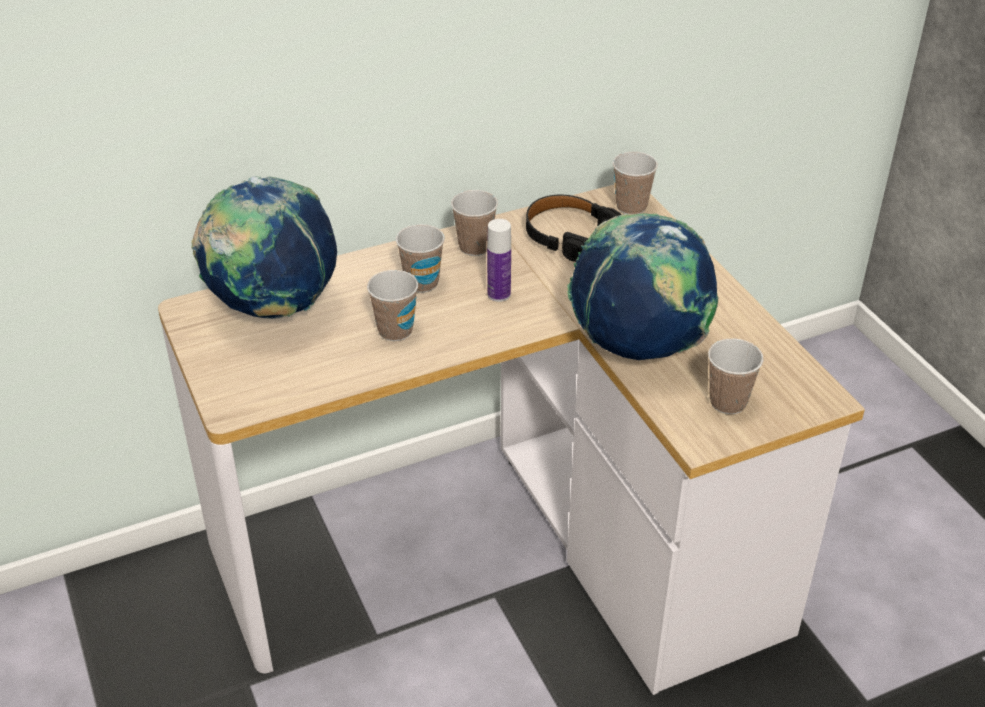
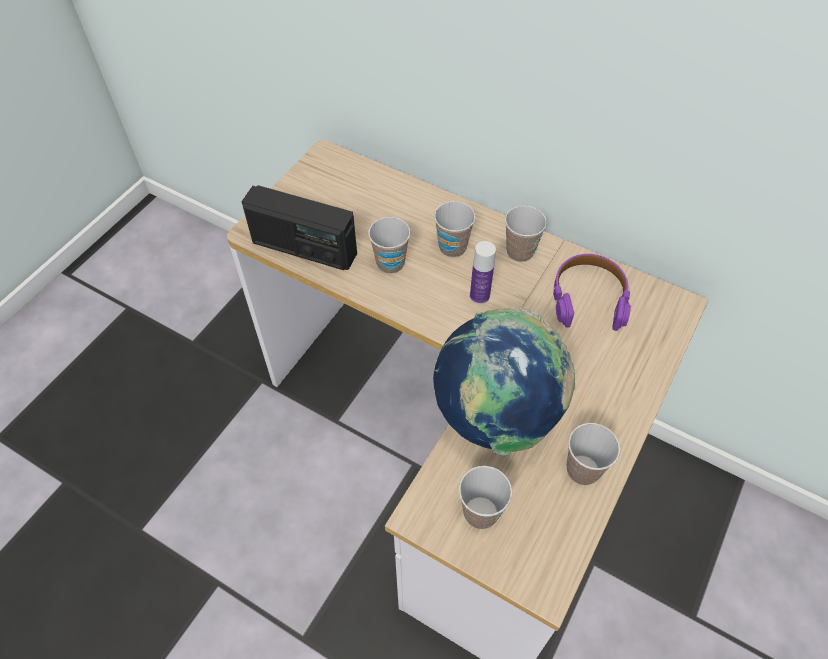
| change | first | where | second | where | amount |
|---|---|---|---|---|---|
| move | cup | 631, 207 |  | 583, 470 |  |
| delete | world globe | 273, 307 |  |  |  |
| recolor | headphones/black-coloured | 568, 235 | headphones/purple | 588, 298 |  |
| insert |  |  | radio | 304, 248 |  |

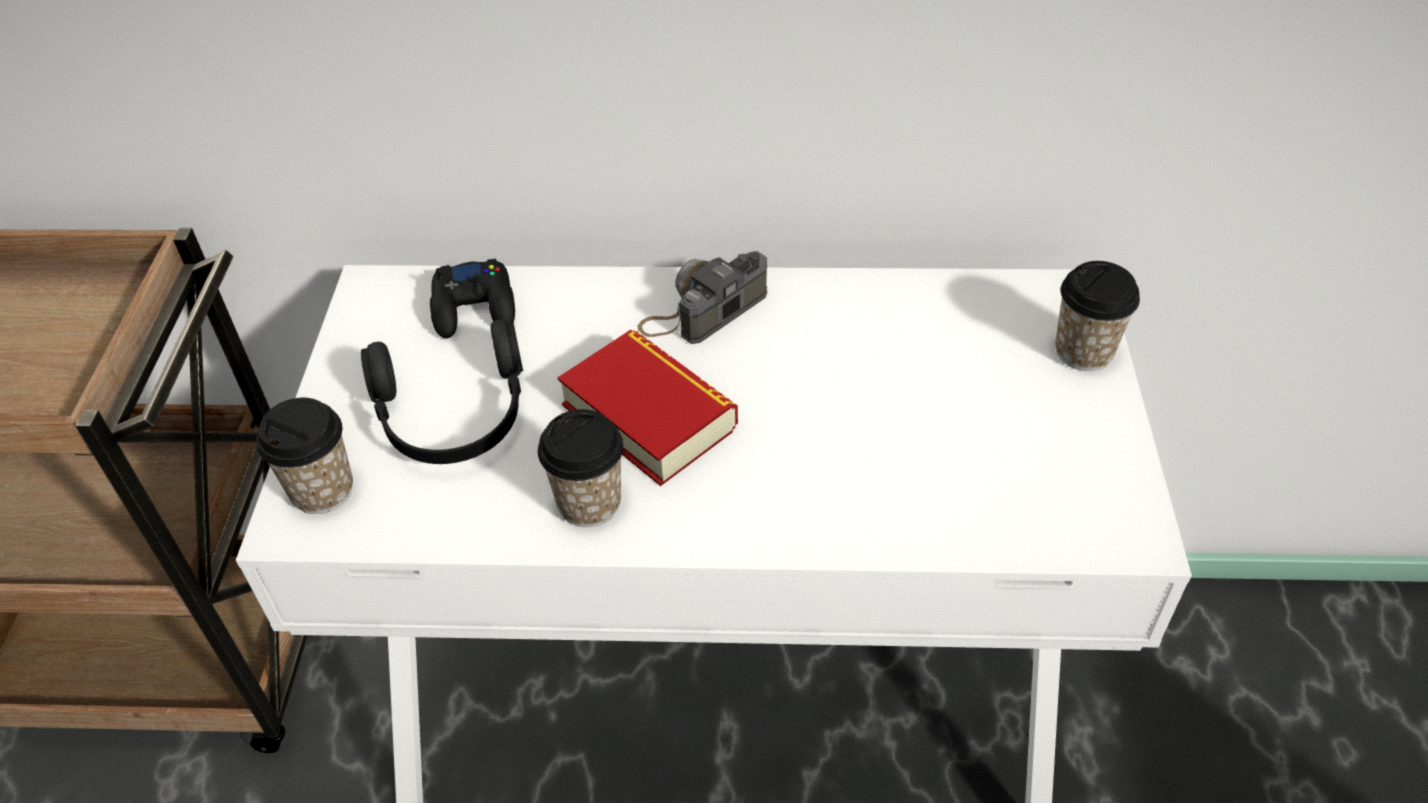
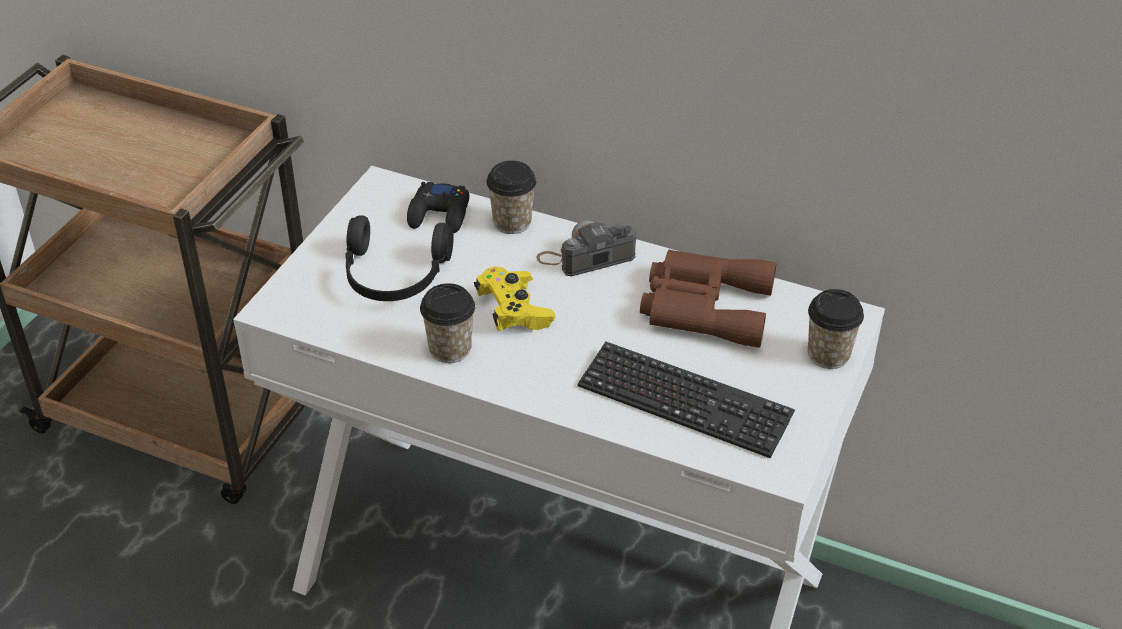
| change | first | where | second | where | amount |
|---|---|---|---|---|---|
| replace | book | 649, 416 | gamepad/yellow | 514, 311 |  |
| move | cup | 322, 490 |  | 512, 222 |  |
| insert |  |  | binoculars/brownish | 703, 306 |  |
| insert |  |  | keyboard | 684, 402 |  |

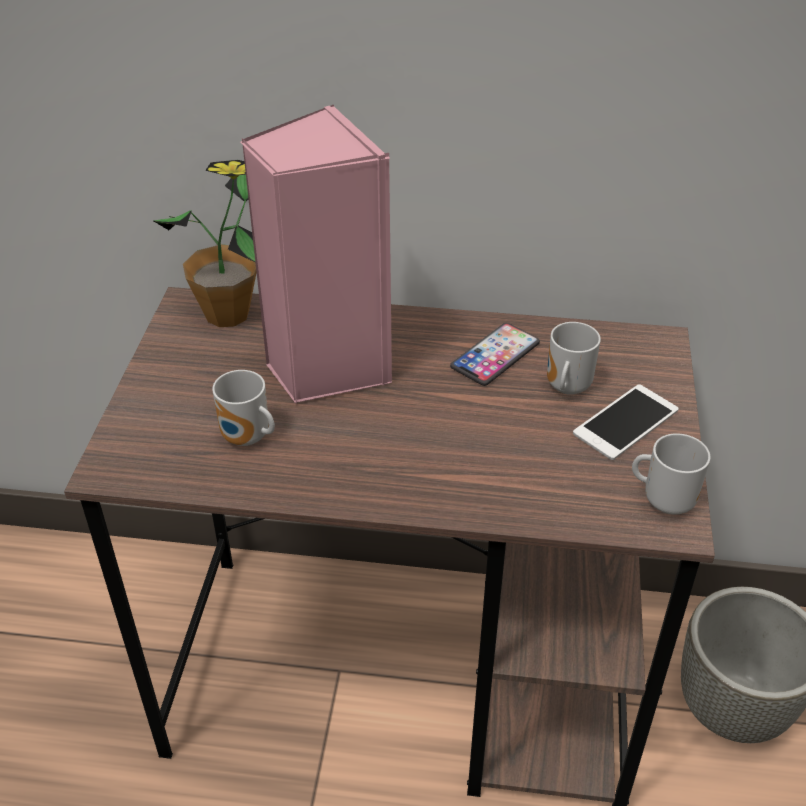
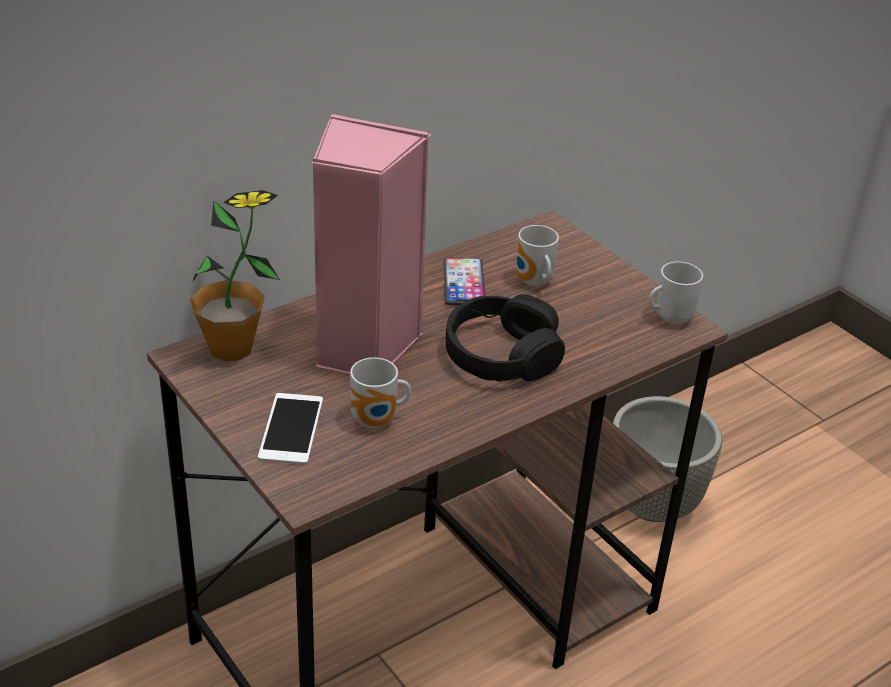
| change | first | where | second | where | amount |
|---|---|---|---|---|---|
| move | telephone | 626, 422 |  | 291, 429 |  |
| insert |  |  | headphones/black-coloured | 502, 355 |  |

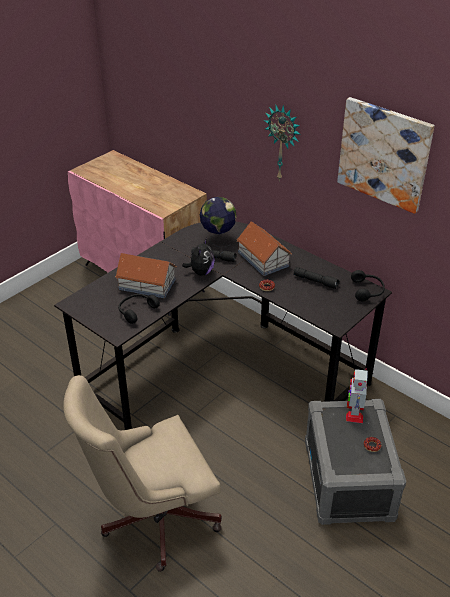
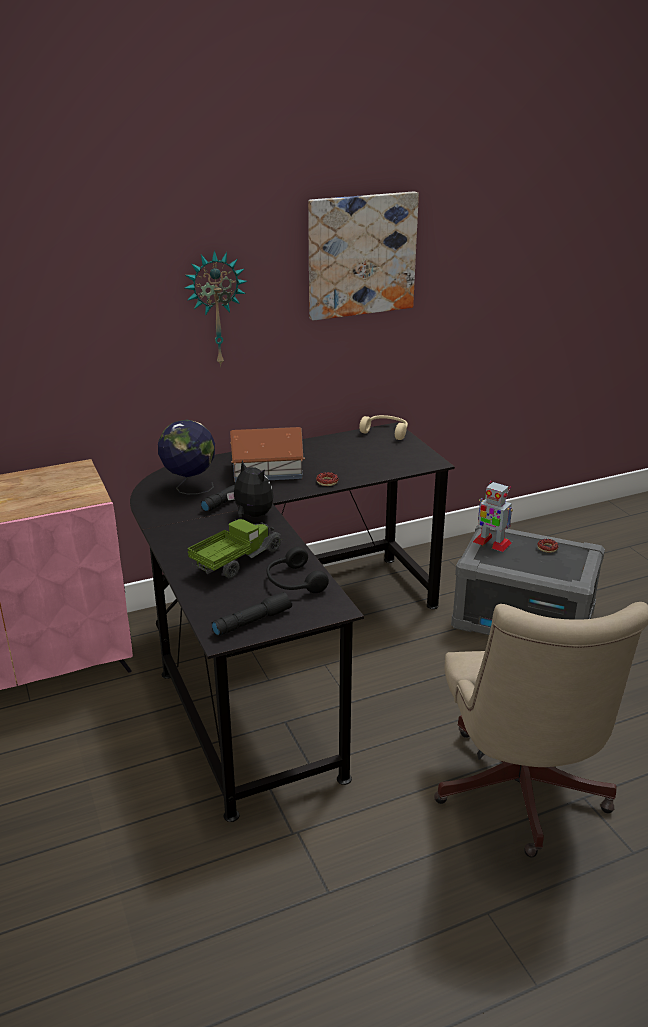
| change | first | where | second | where | amount |
|---|---|---|---|---|---|
| replace | toy house | 146, 284 | toy lorry | 236, 561 |  |
| move | hand torch/black-coloured | 316, 281 |  | 252, 621 |  |
| recolor | headphones/black-coloured | 367, 290 | headphones/sand-coloured | 386, 432 |  |

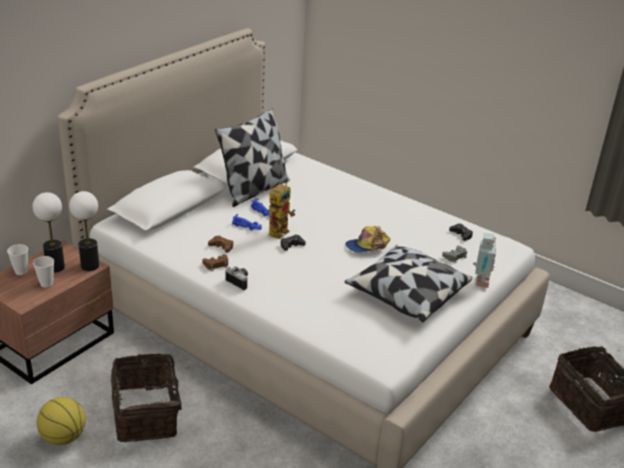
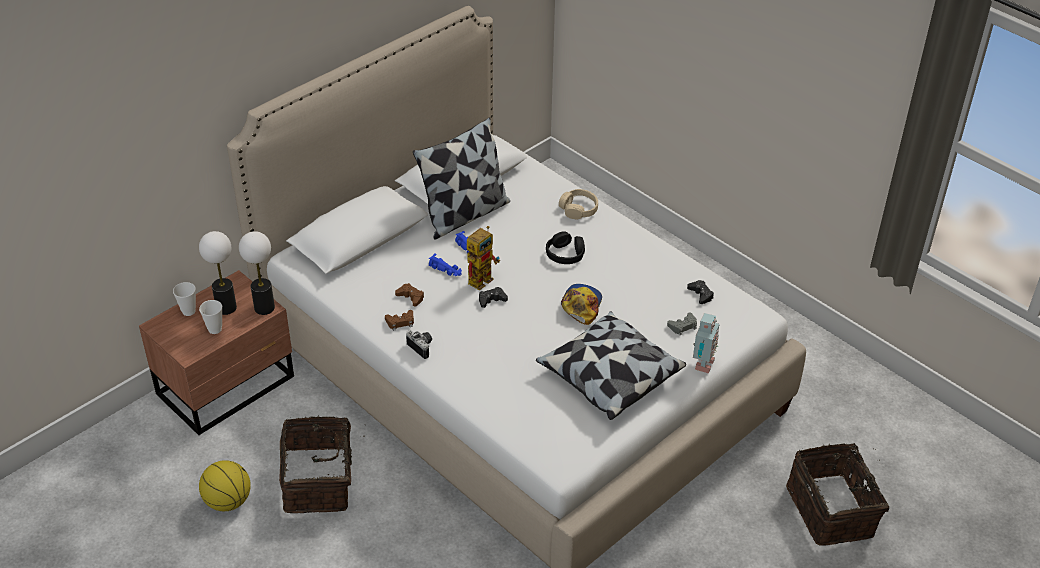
| change | first | where | second | where | amount |
|---|---|---|---|---|---|
| rotate | baseball cap | 367, 246 |  | 581, 305 | 120 degrees clockwise |
| insert |  |  | headphones/sand-coloured | 578, 209 |  |
| insert |  |  | headphones/black-coloured | 565, 254 |  |

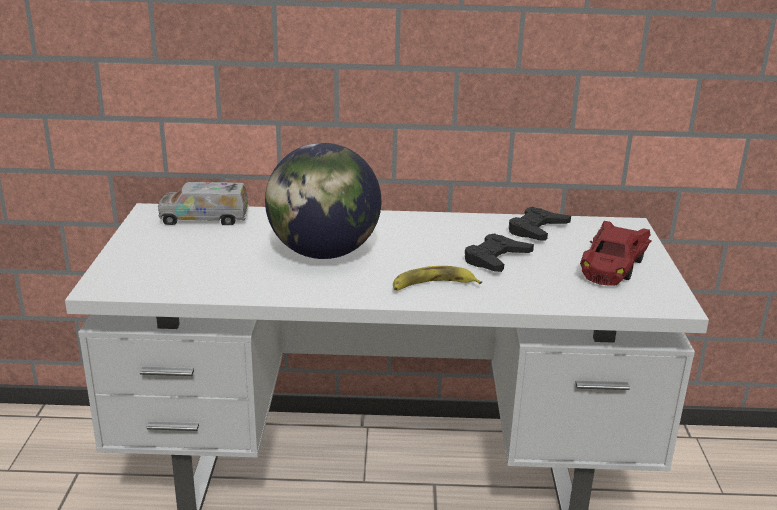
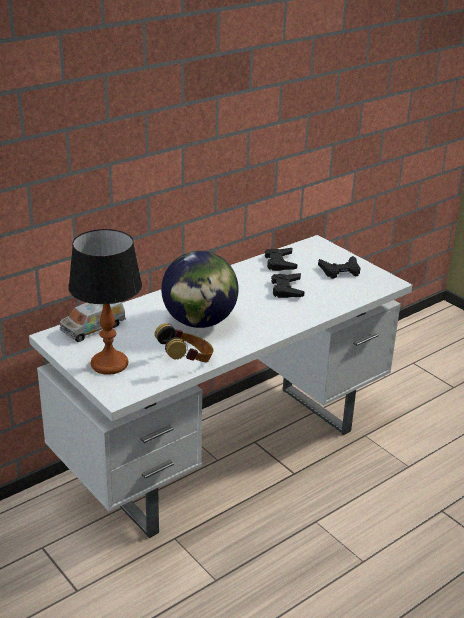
| change | first | where | second | where | amount |
|---|---|---|---|---|---|
| replace | model car/red | 611, 265 | gamepad/black-coloured | 340, 271 |  |
| delete | banana fruit | 432, 286 |  |  |  |
| insert |  |  | lamp for a table | 109, 364 |  |
| insert |  |  | headphones | 186, 361 |  |

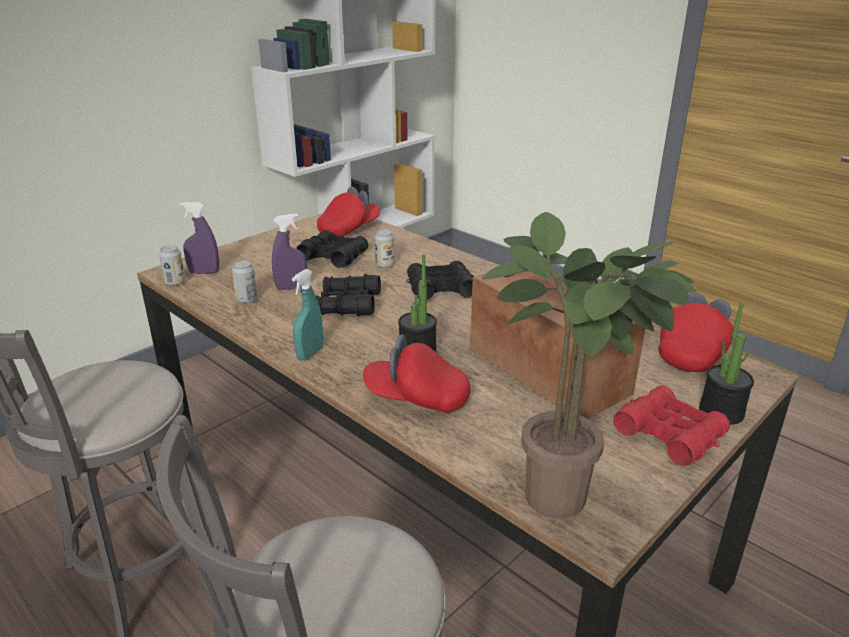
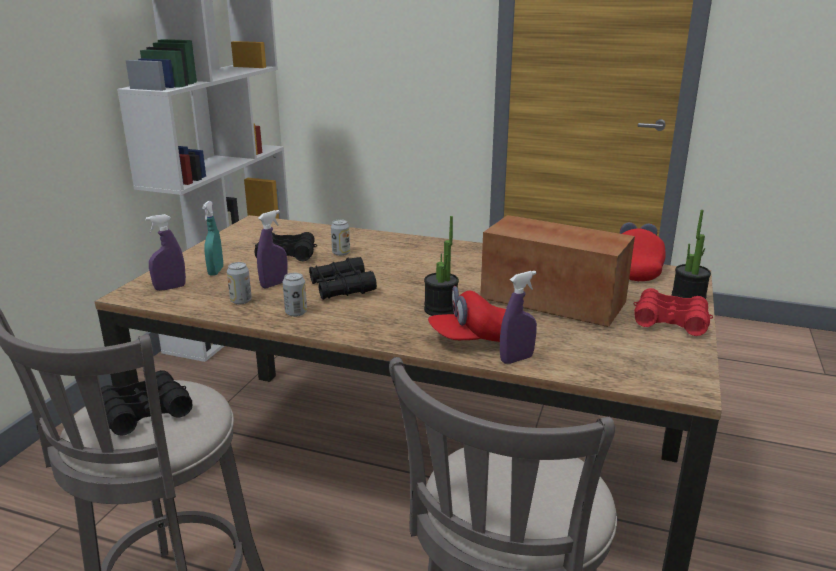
| change | first | where | second | where | amount |
|---|---|---|---|---|---|
| delete | baseball cap/red | 349, 229 |  |  |  |
| delete | houseplant | 567, 499 |  |  |  |
| move | sealed can | 175, 282 |  | 296, 313 |  |
| move | binoculars/black-coloured | 440, 289 |  | 145, 412 |  |
| move | hand sprayer/turquoise | 310, 354 |  | 216, 271 |  |
| insert |  |  | hand sprayer/purple | 516, 359 |  |

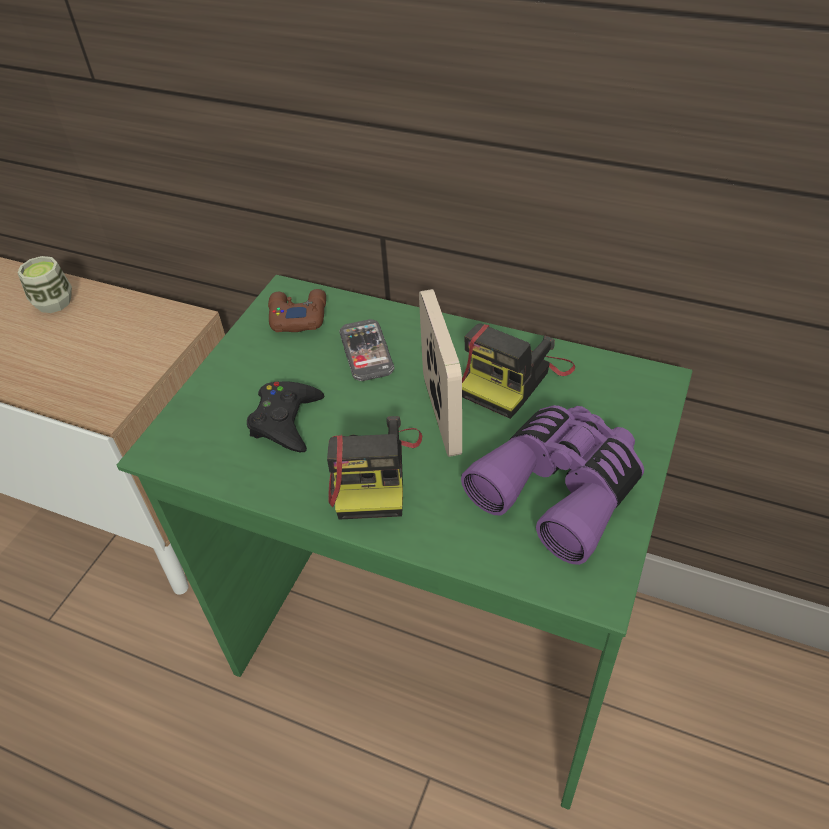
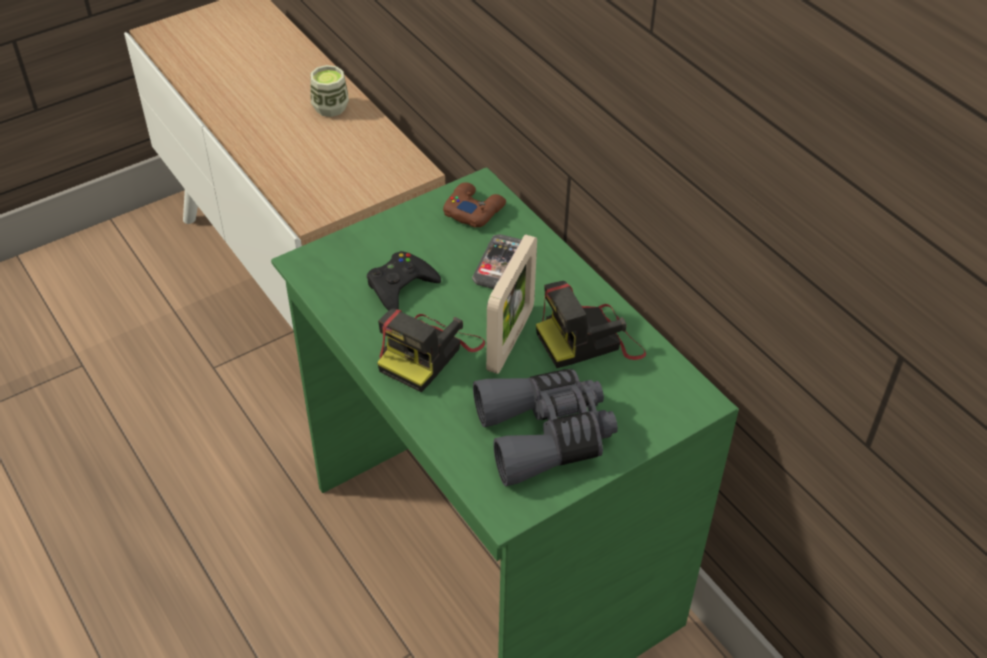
| change | first | where | second | where | amount |
|---|---|---|---|---|---|
| recolor | binoculars/purple | 560, 488 | binoculars/gray | 545, 434 |  |

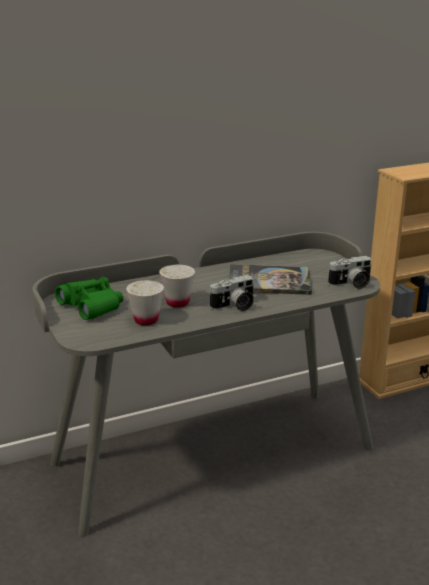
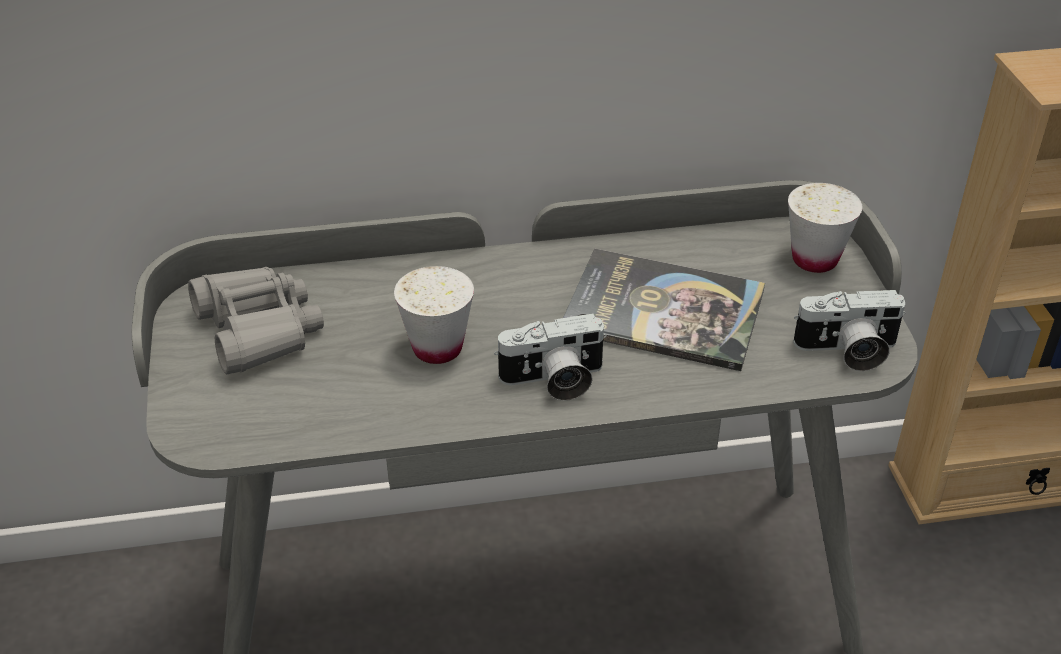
| change | first | where | second | where | amount |
|---|---|---|---|---|---|
| recolor | binoculars/green-coloured | 92, 306 | binoculars/gray | 258, 330 |  |
| move | cup/whitish | 146, 320 |  | 814, 259 |  |

